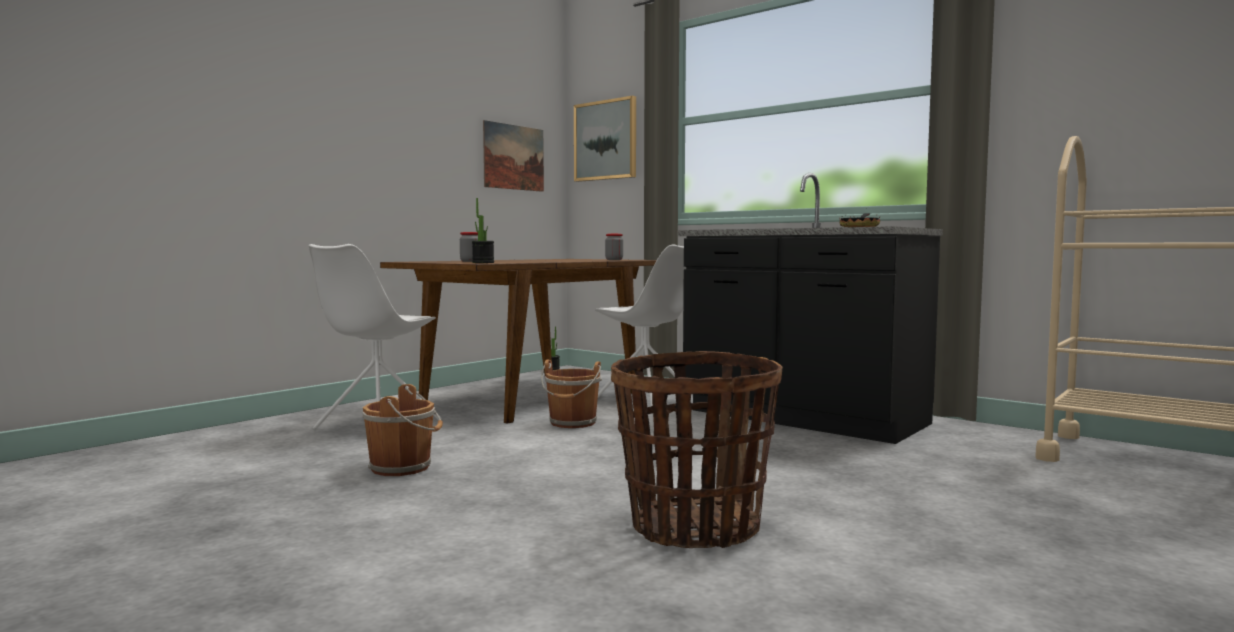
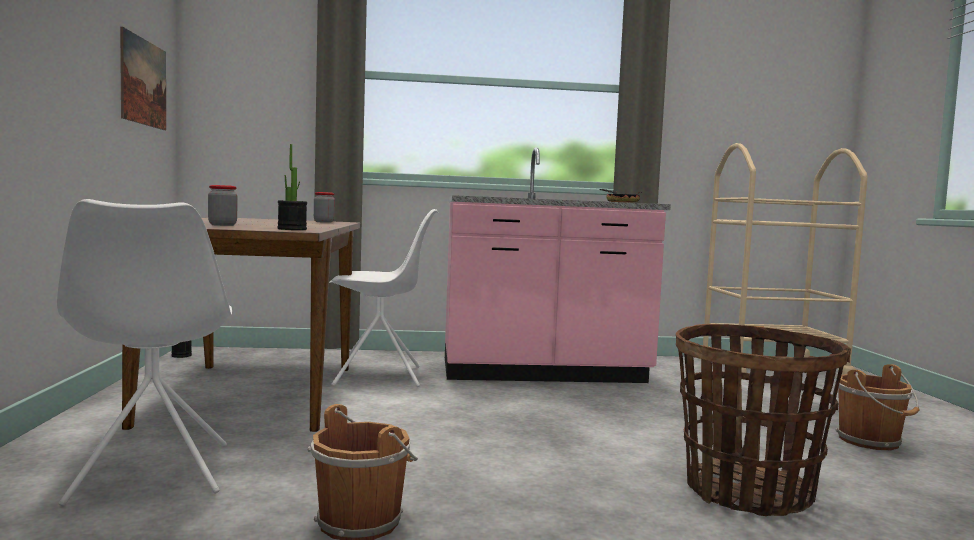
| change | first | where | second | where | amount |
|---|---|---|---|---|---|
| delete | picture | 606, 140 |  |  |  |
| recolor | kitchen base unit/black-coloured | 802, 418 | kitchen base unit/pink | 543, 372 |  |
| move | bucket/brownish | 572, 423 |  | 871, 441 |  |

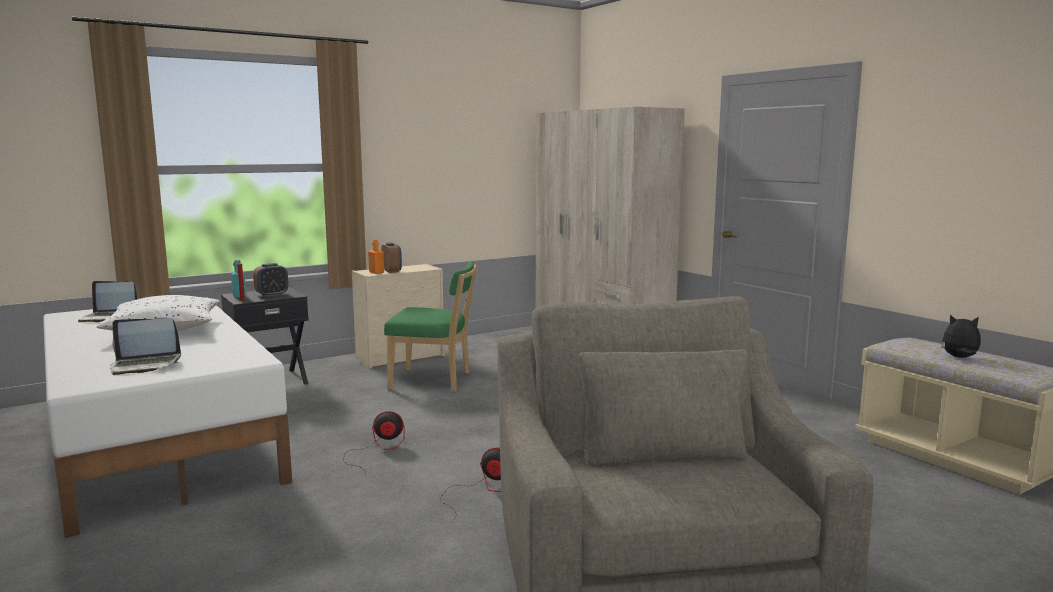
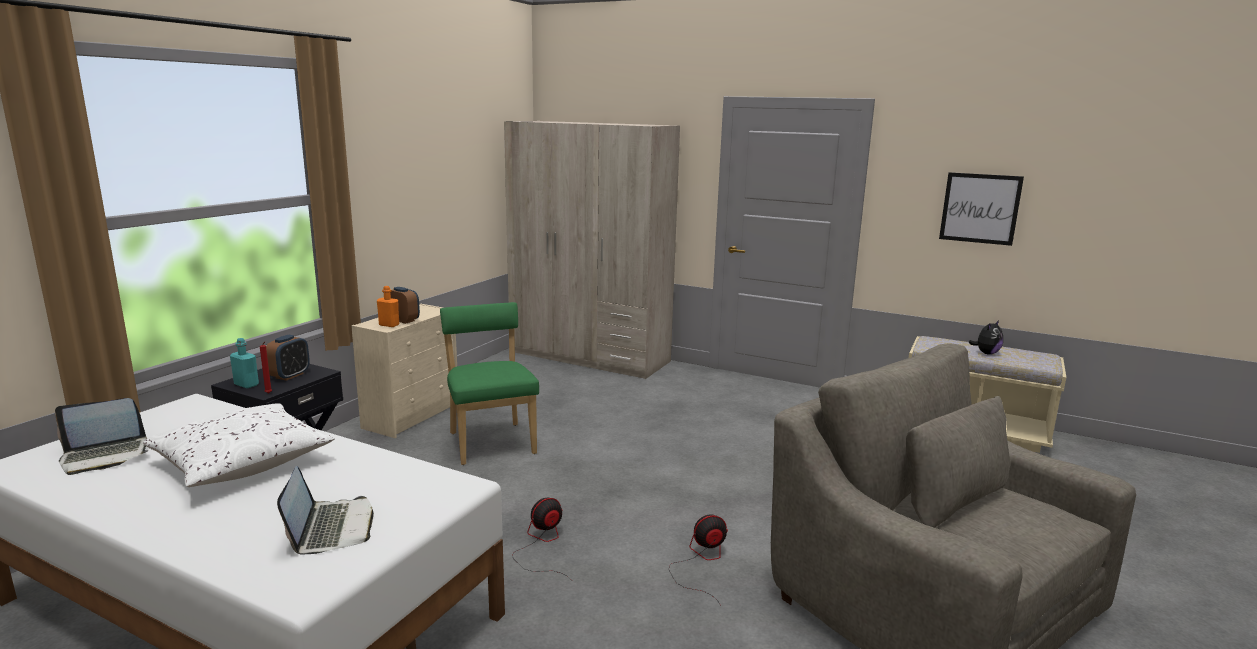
| change | first | where | second | where | amount |
|---|---|---|---|---|---|
| rotate | chair/green-coloured | 434, 381 |  | 491, 441 | 90 degrees counterclockwise |
| rotate | soft toy | 959, 358 |  | 986, 353 | 150 degrees clockwise |
| rotate | portable computer | 145, 365 |  | 331, 528 | 60 degrees counterclockwise |
| insert |  |  | picture | 980, 208 |  |

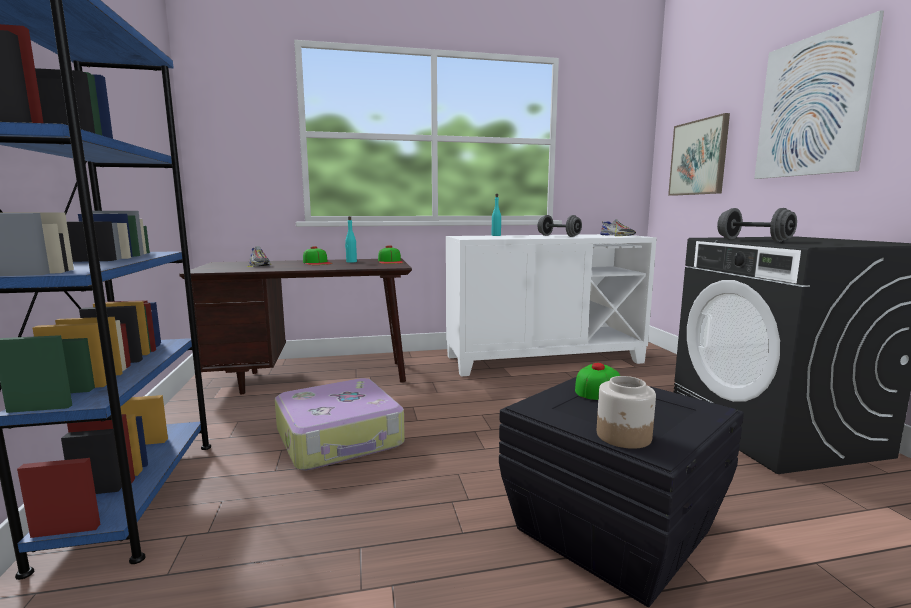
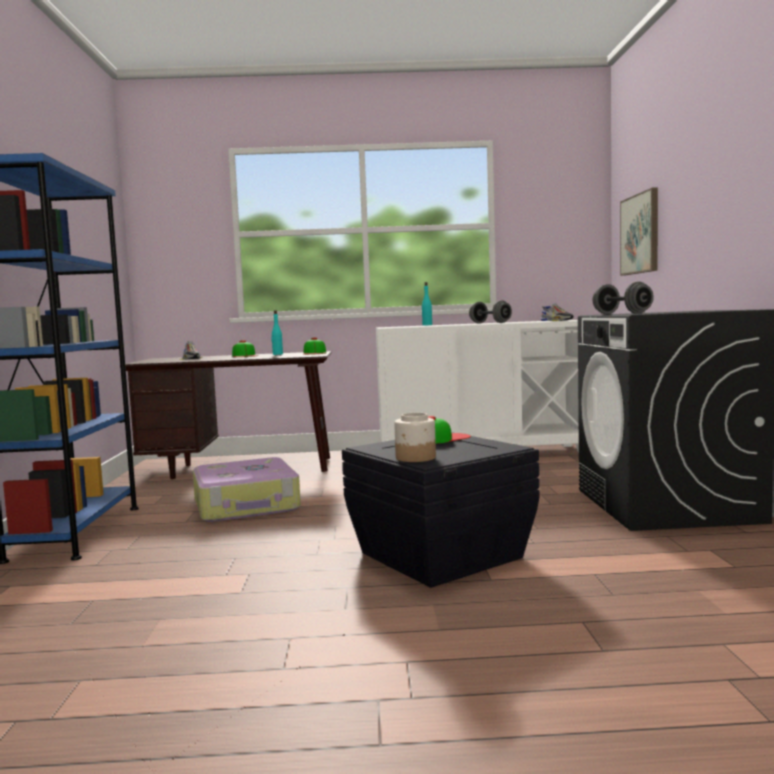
| change | first | where | second | where | amount |
|---|---|---|---|---|---|
| delete | picture | 811, 106 |  |  |  |

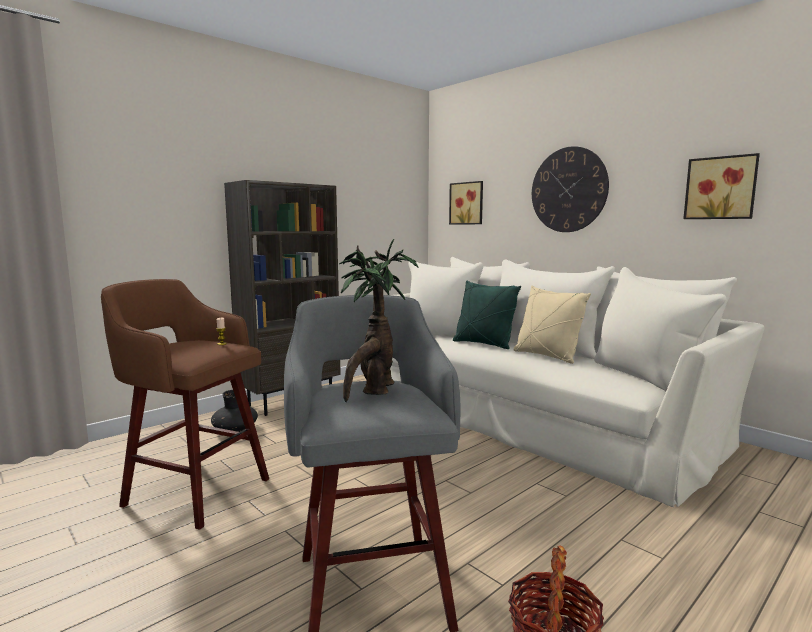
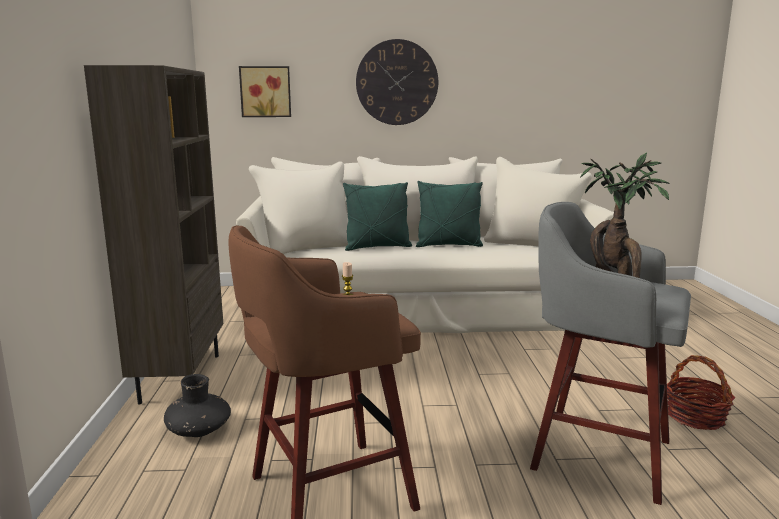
| change | first | where | second | where | amount |
|---|---|---|---|---|---|
| delete | picture | 721, 188 |  |  |  |
| recolor | cushion/sand-coloured | 547, 356 | cushion/green-coloured | 448, 245 |  |

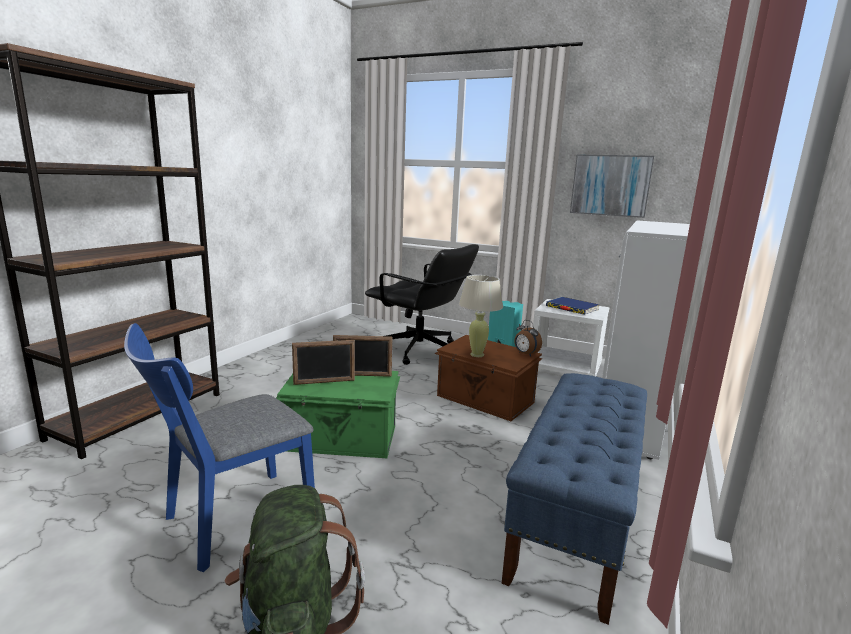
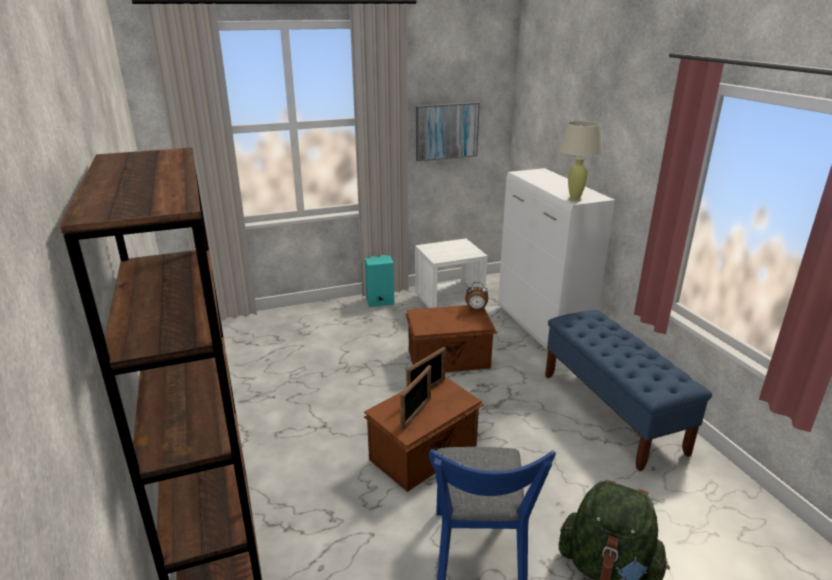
| change | first | where | second | where | amount |
|---|---|---|---|---|---|
| delete | office chair/black-coloured | 419, 351 |  |  |  |
| move | lamp for a table/sand-coloured | 477, 354 |  | 574, 199 |  |
| delete | book/bluish | 572, 308 |  |  |  |
| recolor | storage bin/green-coloured | 342, 439 | storage bin/brownish | 425, 453 |  |

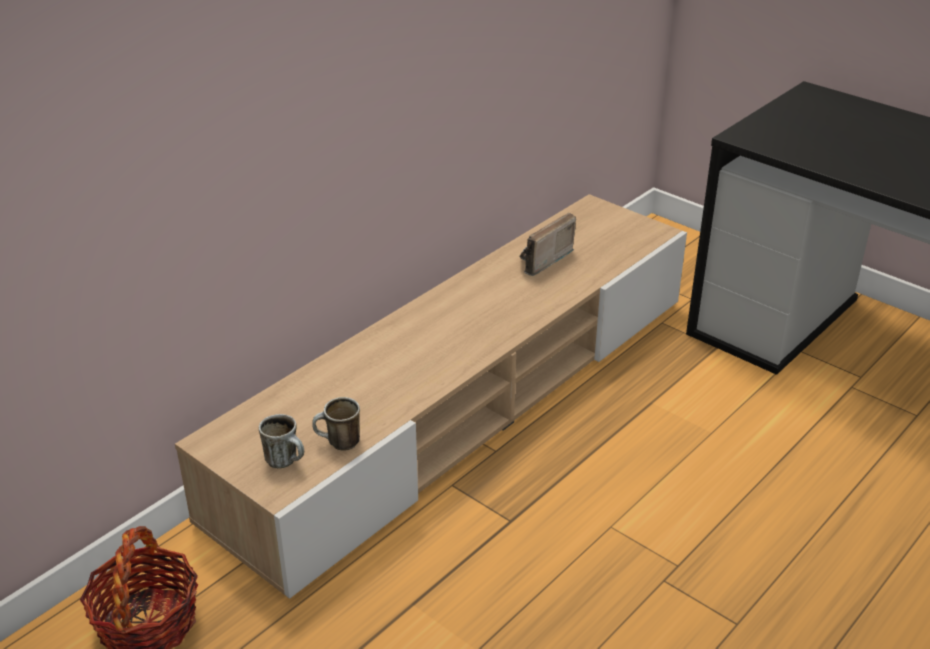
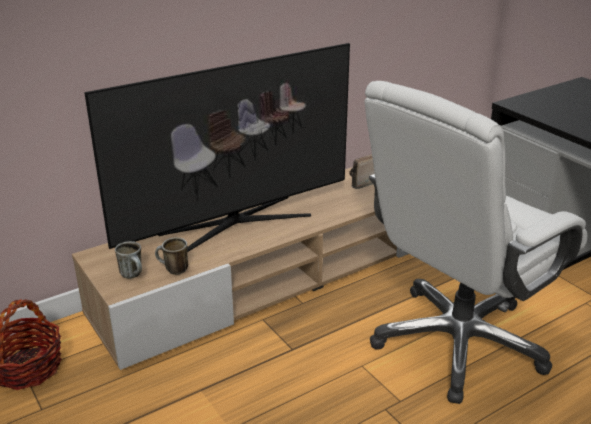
| change | first | where | second | where | amount |
|---|---|---|---|---|---|
| insert |  |  | TV | 234, 225 |  |
| insert |  |  | office chair/whitish | 457, 342 |  |

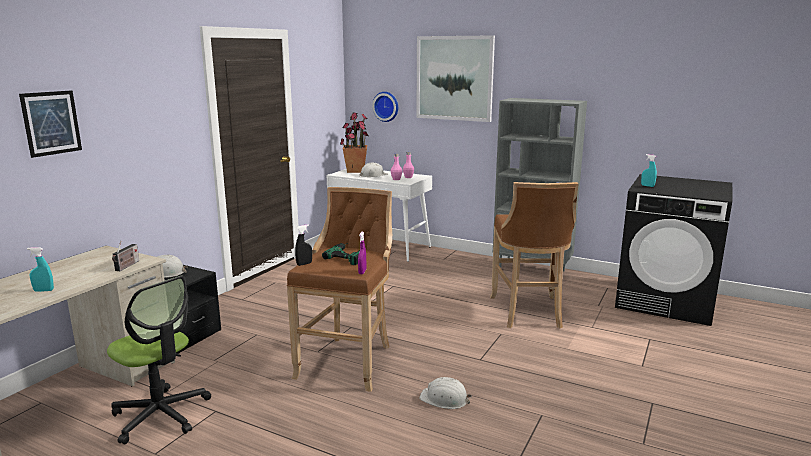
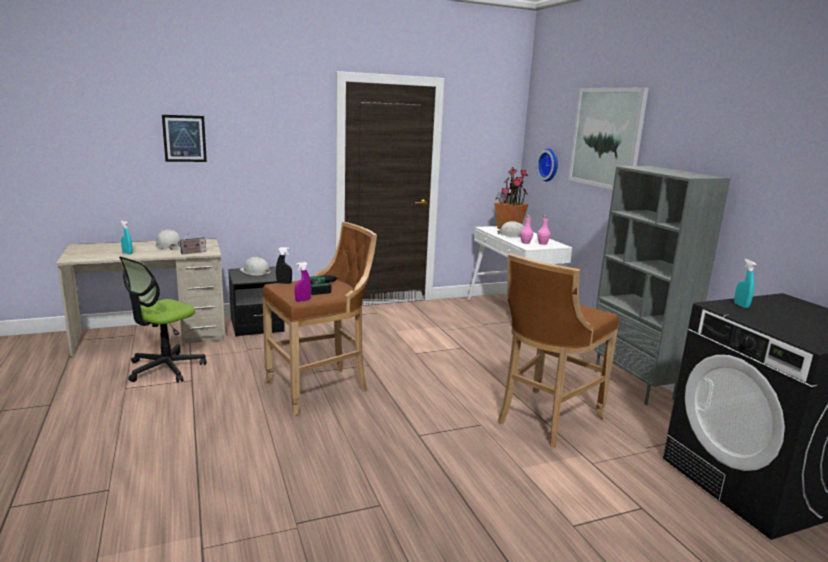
| change | first | where | second | where | amount |
|---|---|---|---|---|---|
| rotate | office chair | 161, 415 |  | 165, 368 | 45 degrees clockwise |
| move | hard hat/whitish | 444, 399 |  | 168, 245 |  |

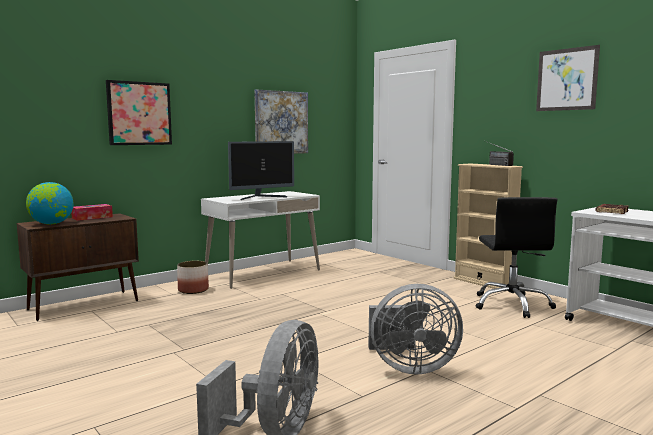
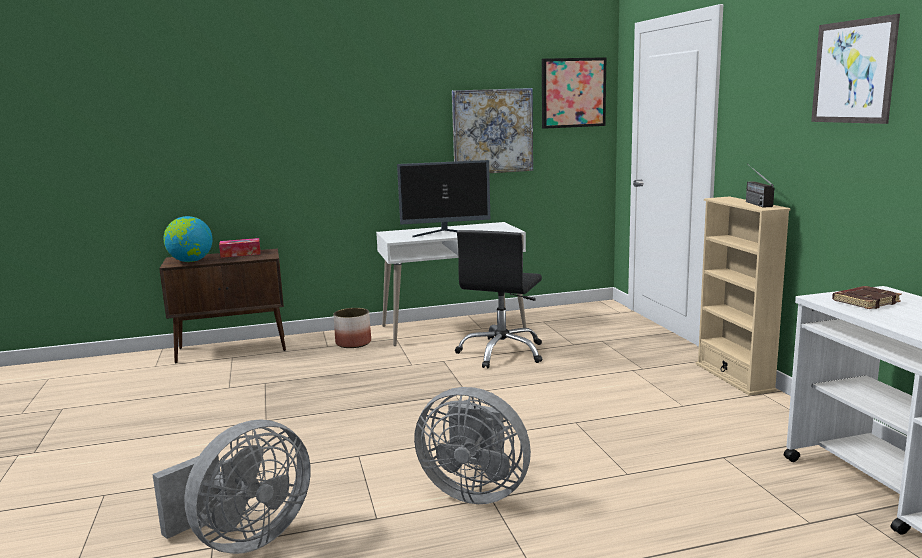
| change | first | where | second | where | amount |
|---|---|---|---|---|---|
| move | picture | 139, 113 |  | 573, 93 |  |
| move | office chair/black-coloured | 512, 304 |  | 502, 353 |  |

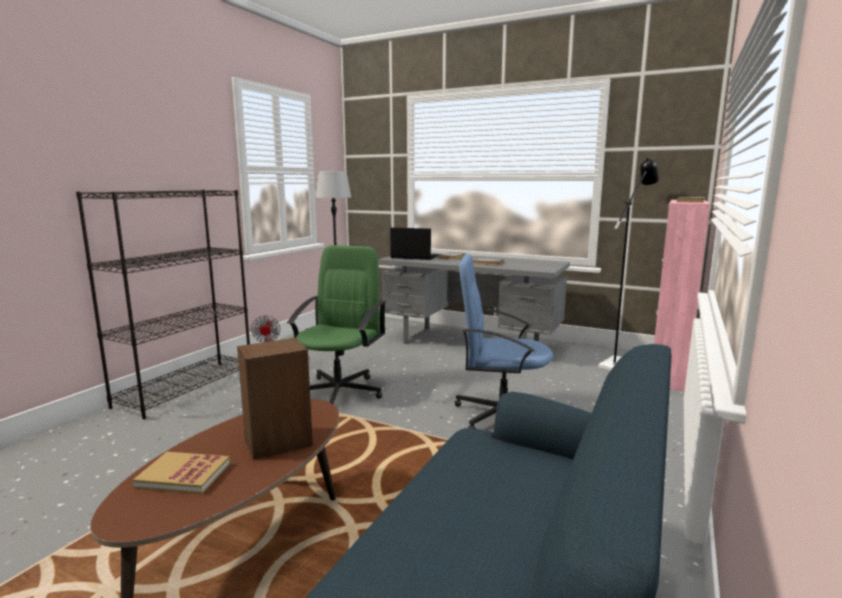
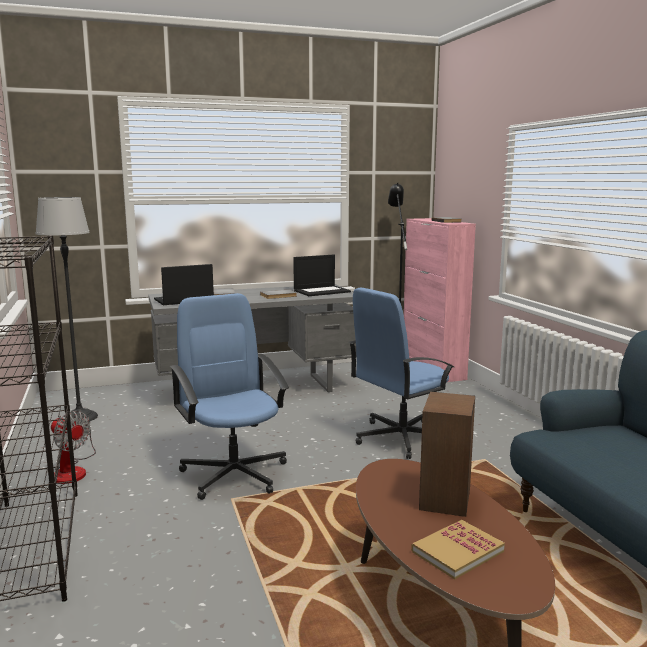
| change | first | where | second | where | amount |
|---|---|---|---|---|---|
| recolor | office chair/green-coloured | 339, 392 | office chair/bluish | 234, 473 |  |
| insert |  |  | portable computer | 322, 291 |  |

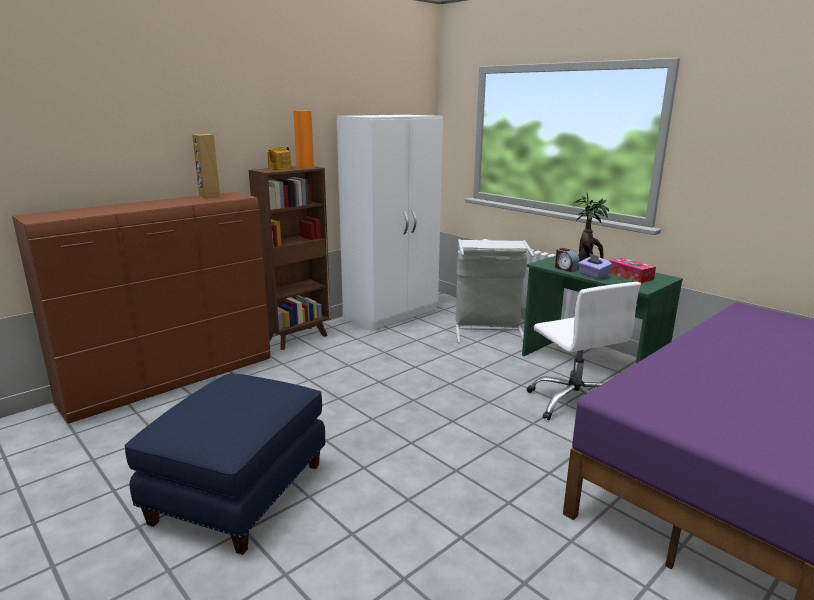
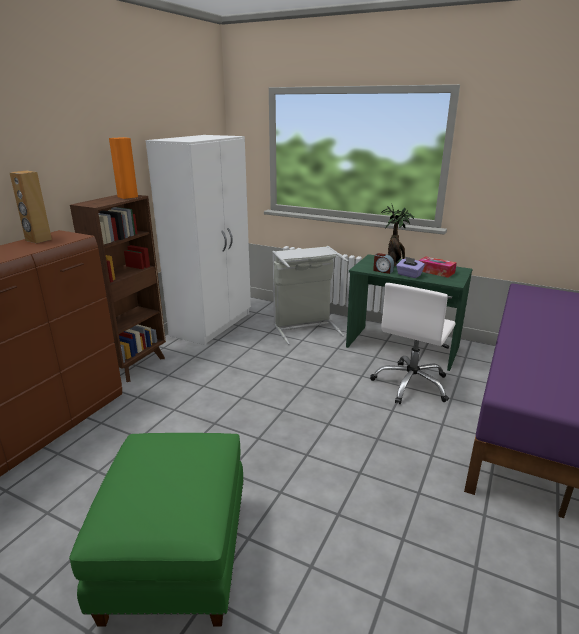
| change | first | where | second | where | amount |
|---|---|---|---|---|---|
| delete | tea pot | 279, 168 |  |  |  |
| rotate | office chair/whitish | 574, 403 |  | 411, 384 | 75 degrees clockwise |
| recolor | pouffe/bluish | 240, 493 | pouffe/green-coloured | 178, 556 |  |

